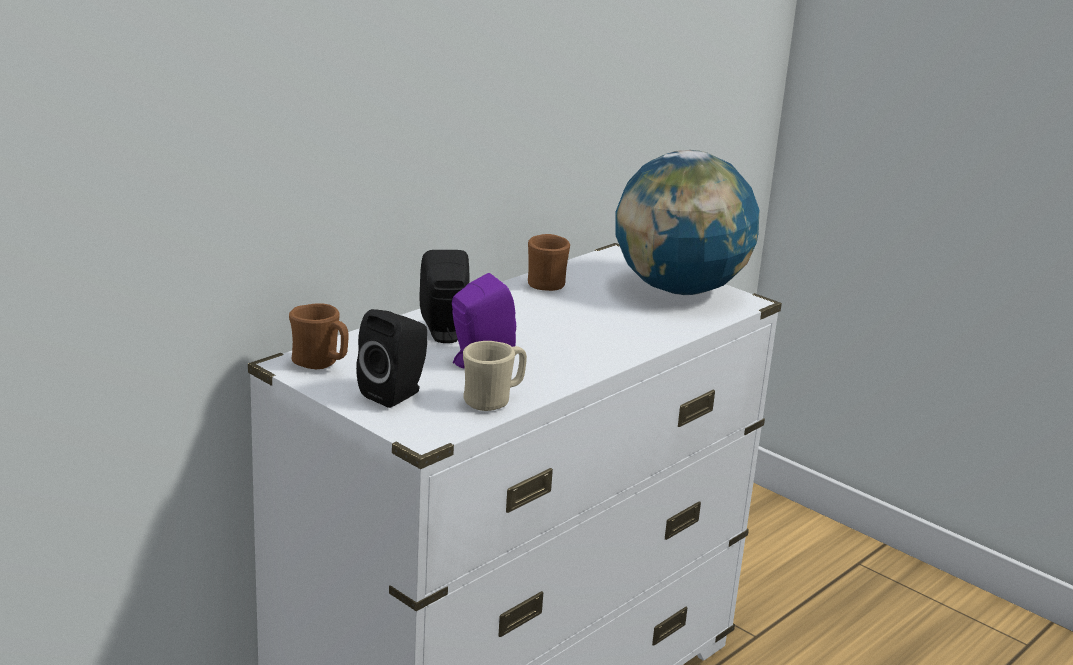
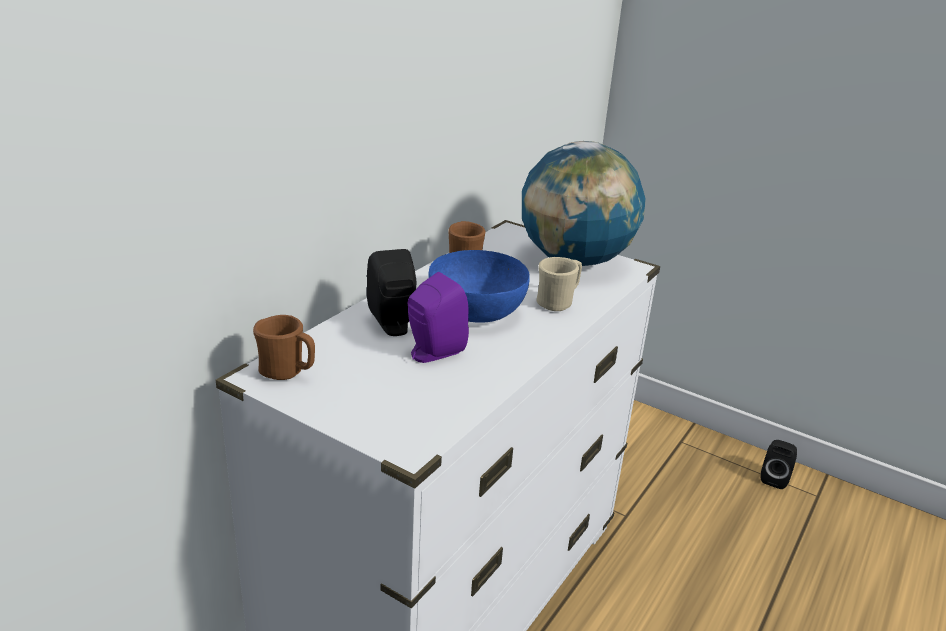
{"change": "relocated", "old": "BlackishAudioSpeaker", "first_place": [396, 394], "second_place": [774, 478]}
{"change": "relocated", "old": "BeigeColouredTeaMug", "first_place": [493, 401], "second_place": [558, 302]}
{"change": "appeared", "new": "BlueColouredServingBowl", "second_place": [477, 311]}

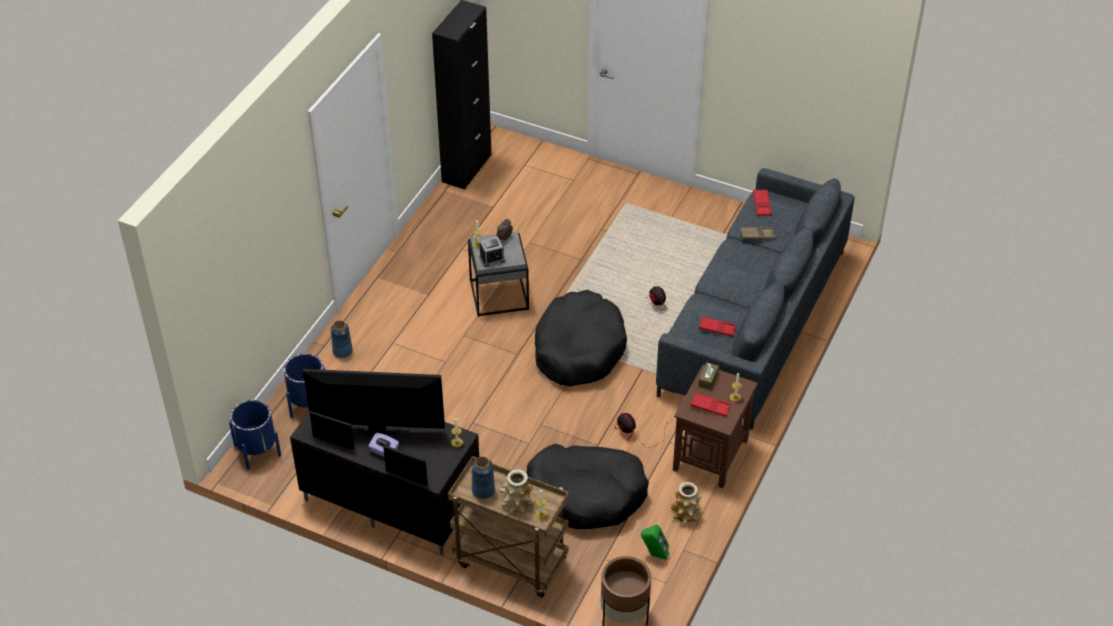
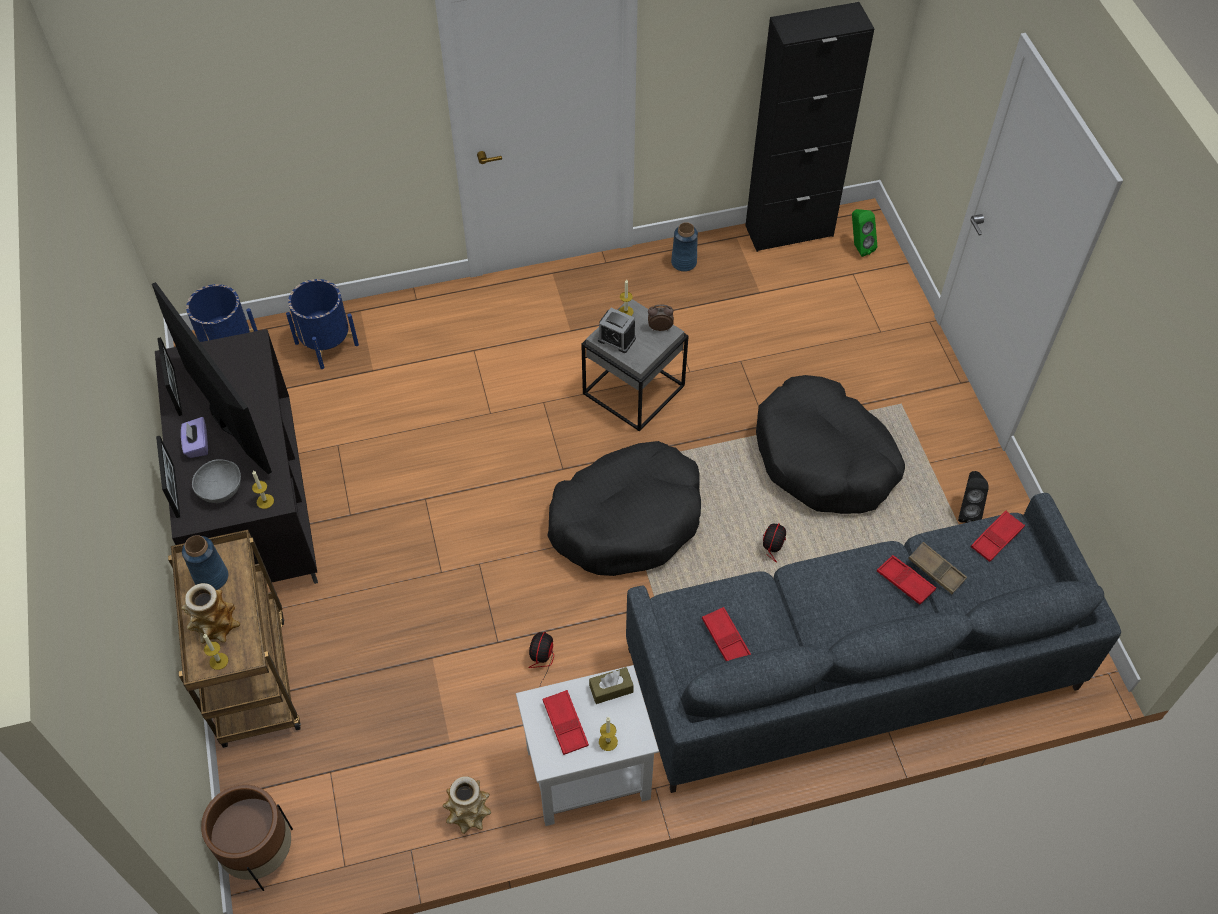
{"change": "relocated", "old": "BlueColouredFlowerVase", "first_place": [342, 351], "second_place": [684, 262]}
{"change": "relocated", "old": "BlackishDogCushion", "first_place": [586, 494], "second_place": [824, 458]}
{"change": "relocated", "old": "GreenColouredAudioSpeaker", "first_place": [654, 554], "second_place": [858, 247]}
{"change": "colour", "old": "BrownAccentTable", "new": "WhiteAccentTable", "first_place": [710, 455], "second_place": [586, 774]}
{"change": "appeared", "new": "GreyServingBowl", "second_place": [221, 489]}
{"change": "appeared", "new": "ReddishServingTray", "second_place": [905, 582]}
{"change": "appeared", "new": "BlackishAudioSpeaker", "second_place": [966, 510]}

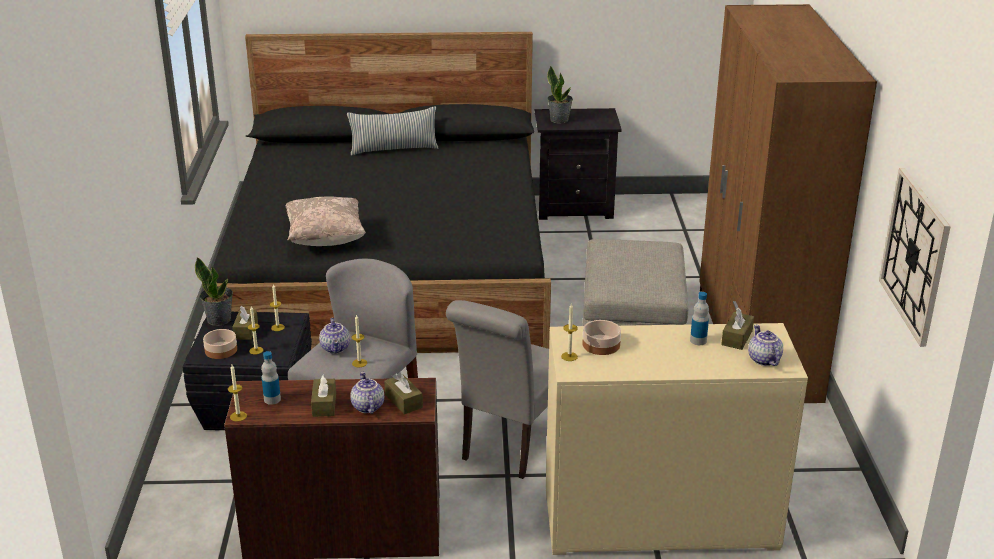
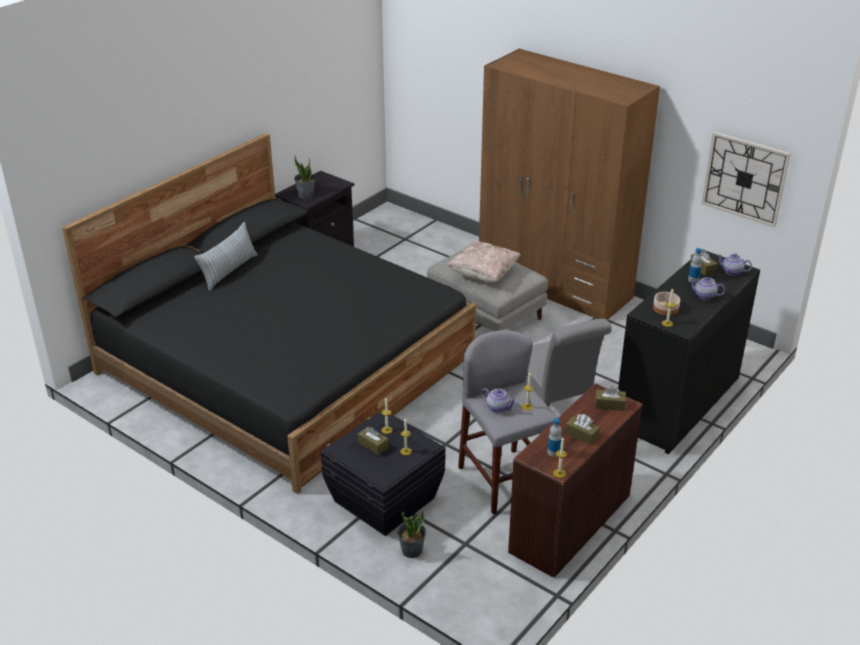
{"change": "relocated", "old": "Houseplant", "first_place": [219, 319], "second_place": [411, 550]}
{"change": "missing", "old": "ServingBowl", "first_place": [221, 350]}
{"change": "relocated", "old": "BeigeColouredPillow", "first_place": [325, 239], "second_place": [483, 274]}
{"change": "relocated", "old": "PotForTea", "first_place": [367, 407], "second_place": [704, 296]}
{"change": "colour", "old": "BeigeColouredDresser", "new": "BlackishDresser", "first_place": [660, 522], "second_place": [677, 404]}

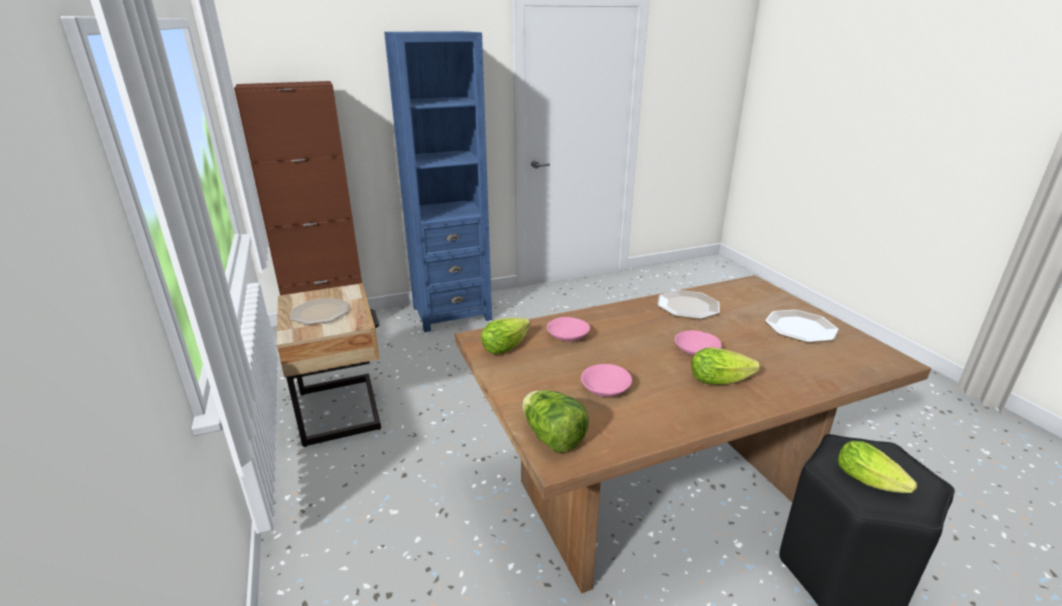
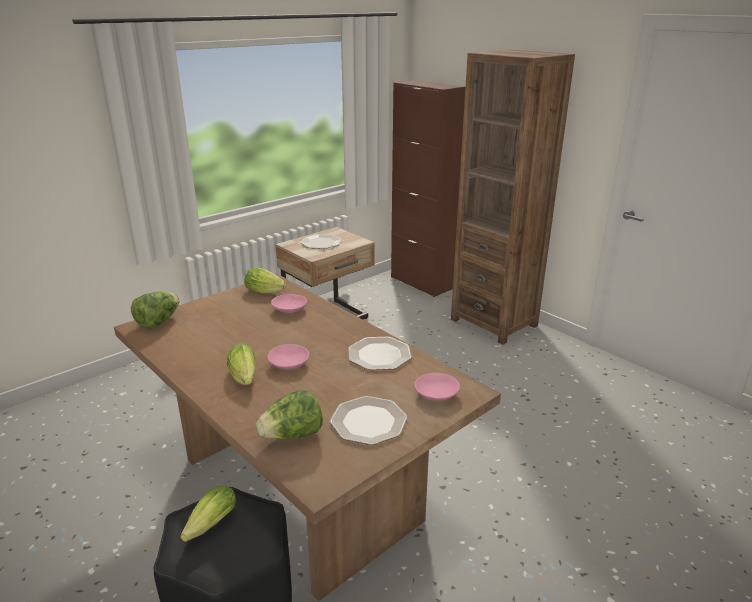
{"change": "colour", "old": "BlueColouredBookshelf", "new": "BrownBookshelf", "first_place": [451, 313], "second_place": [494, 322]}
{"change": "relocated", "old": "PinkColouredServingBowl", "first_place": [605, 389], "second_place": [435, 394]}
{"change": "appeared", "new": "HeadOfLettuce", "second_place": [292, 435]}

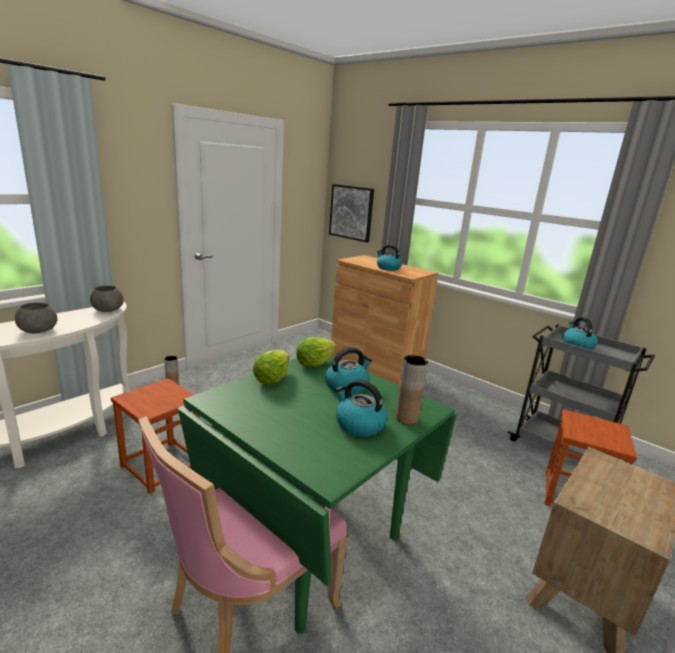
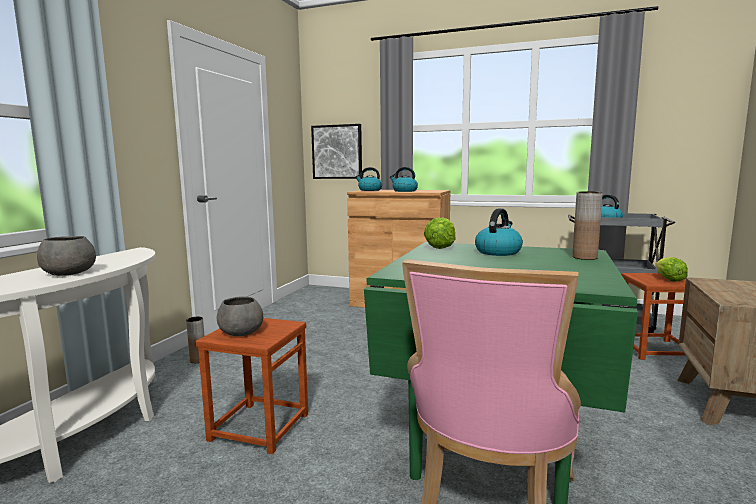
{"change": "relocated", "old": "GreyServingBowl", "first_place": [108, 309], "second_place": [241, 332]}
{"change": "relocated", "old": "HeadOfLettuce", "first_place": [271, 379], "second_place": [669, 279]}
{"change": "relocated", "old": "WaterKettle", "first_place": [359, 424], "second_place": [369, 190]}

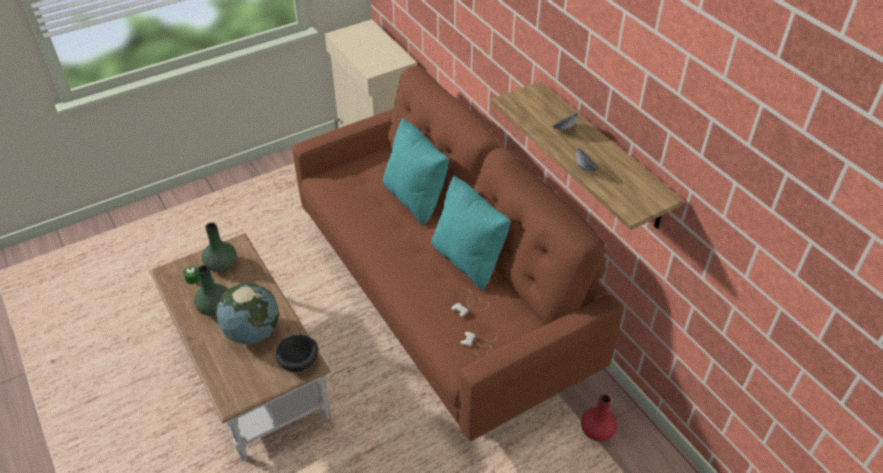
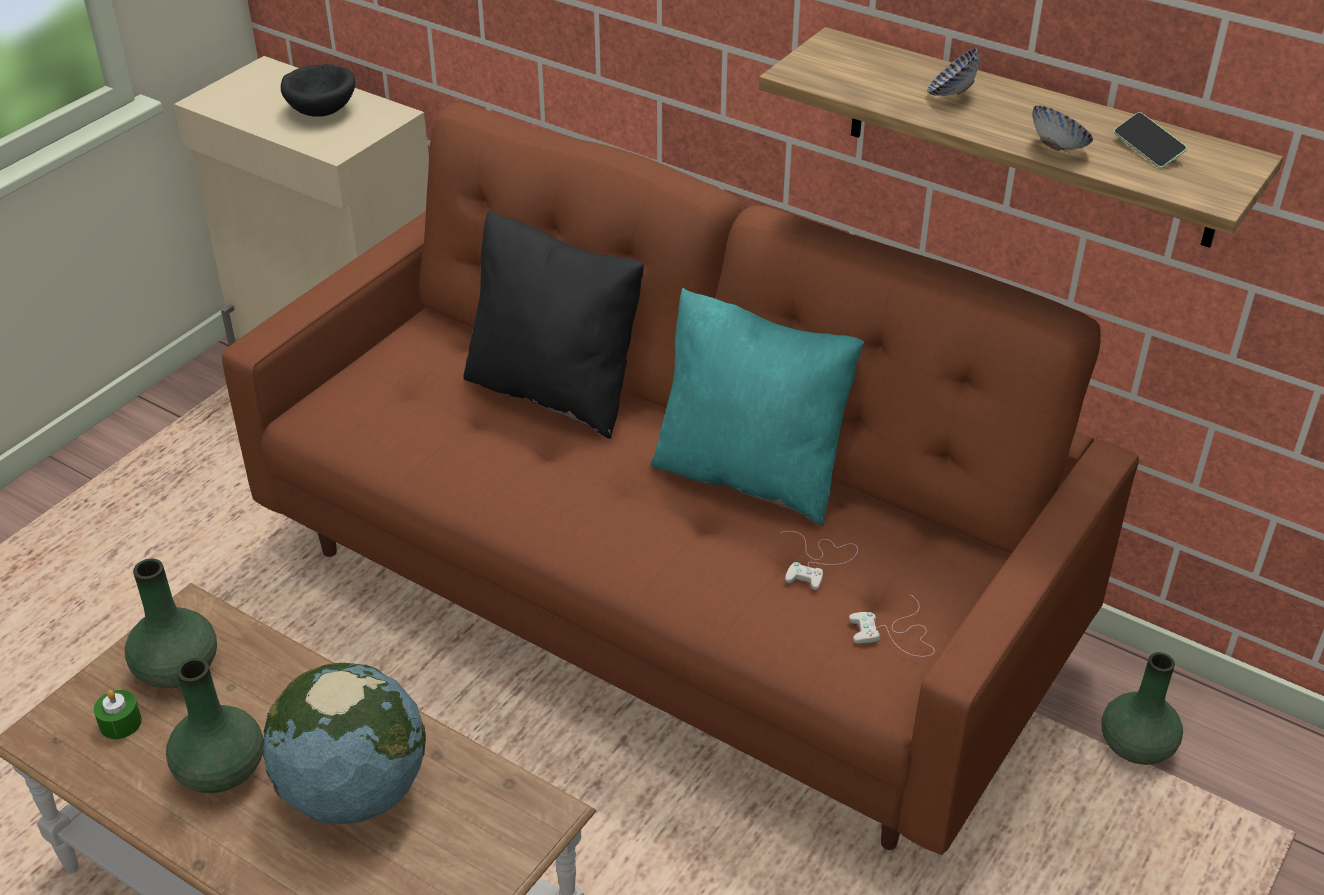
{"change": "relocated", "old": "BlackishServingBowl", "first_place": [300, 361], "second_place": [323, 110]}
{"change": "colour", "old": "TurquoiseColouredPillow", "new": "BlackishPillow", "first_place": [415, 198], "second_place": [555, 391]}
{"change": "colour", "old": "ReddishFlowerVase", "new": "GreenColouredFlowerVase", "first_place": [597, 431], "second_place": [1137, 747]}
{"change": "appeared", "new": "Phone", "second_place": [1147, 149]}

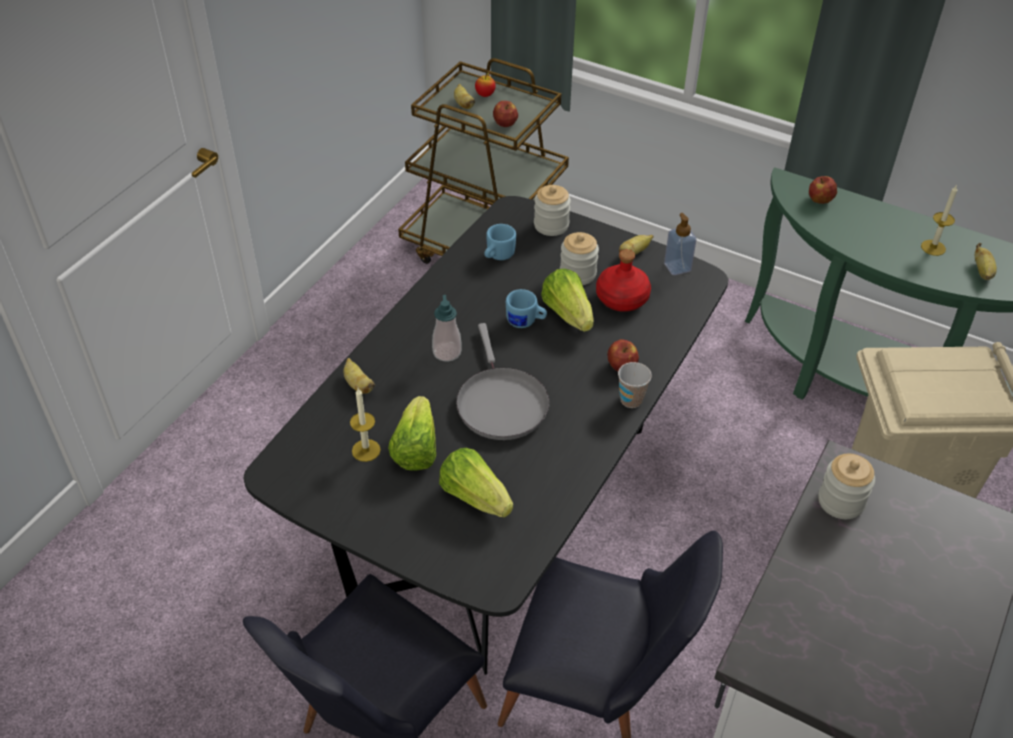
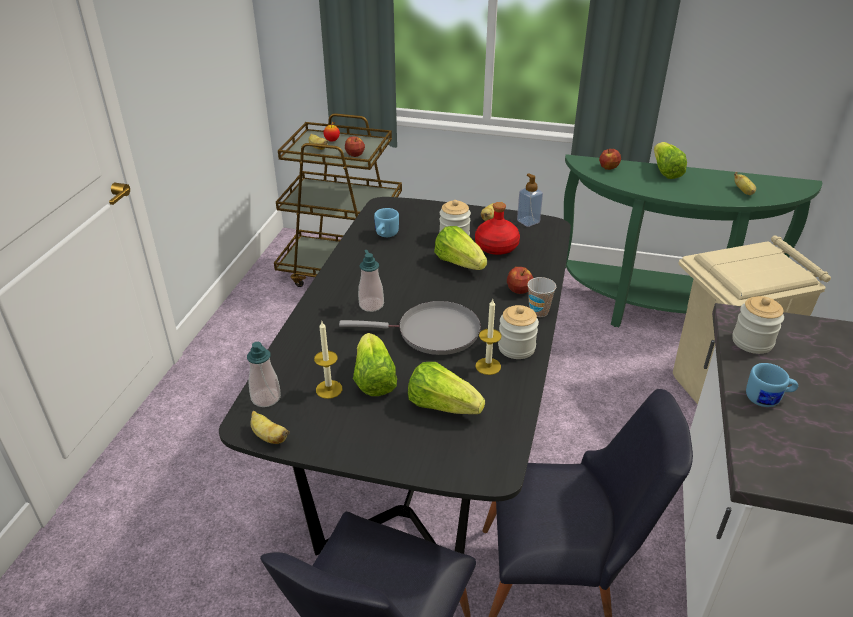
{"change": "relocated", "old": "WholeBanana", "first_place": [358, 385], "second_place": [268, 437]}
{"change": "spun", "old": "GreySkillet", "first_place": [500, 403], "second_place": [432, 332], "degrees": -60}
{"change": "relocated", "old": "BlueColouredTeaMug", "first_place": [525, 322], "second_place": [767, 399]}
{"change": "relocated", "old": "Jar", "first_place": [551, 225], "second_place": [516, 348]}
{"change": "relocated", "old": "Candle", "first_place": [933, 247], "second_place": [488, 366]}
{"change": "appeared", "new": "SoapBottle", "second_place": [266, 398]}
{"change": "appeared", "new": "HeadOfLettuce", "second_place": [665, 172]}

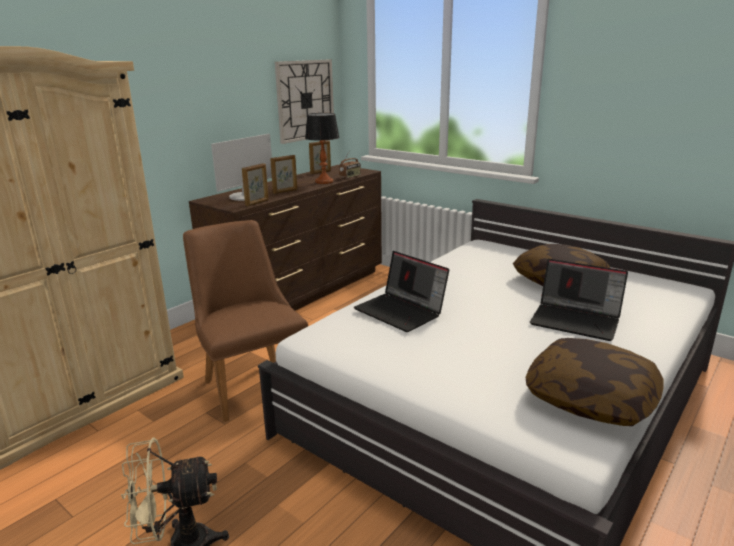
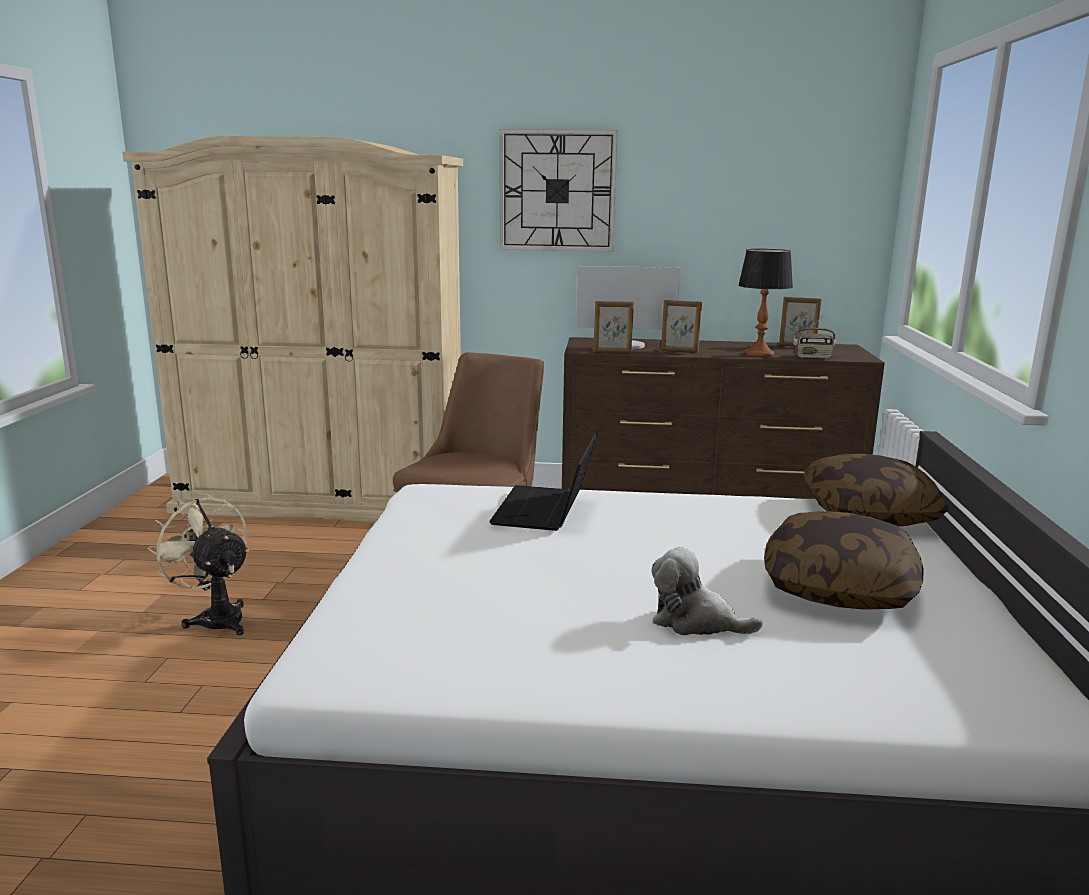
{"change": "relocated", "old": "WallClock", "first_place": [305, 100], "second_place": [557, 191]}
{"change": "relocated", "old": "Pillow", "first_place": [590, 398], "second_place": [869, 513]}
{"change": "exchanged", "old": "Laptop", "new": "SoftToy", "first_place": [576, 320], "second_place": [696, 622]}

